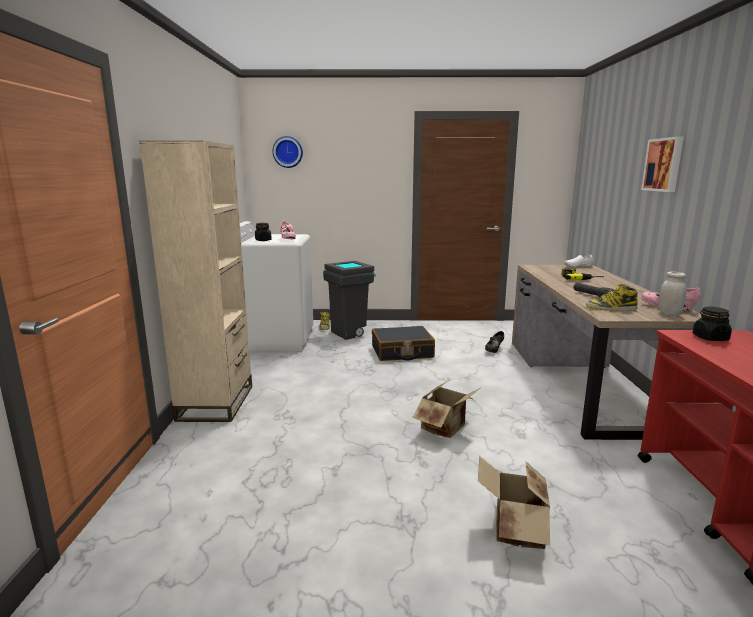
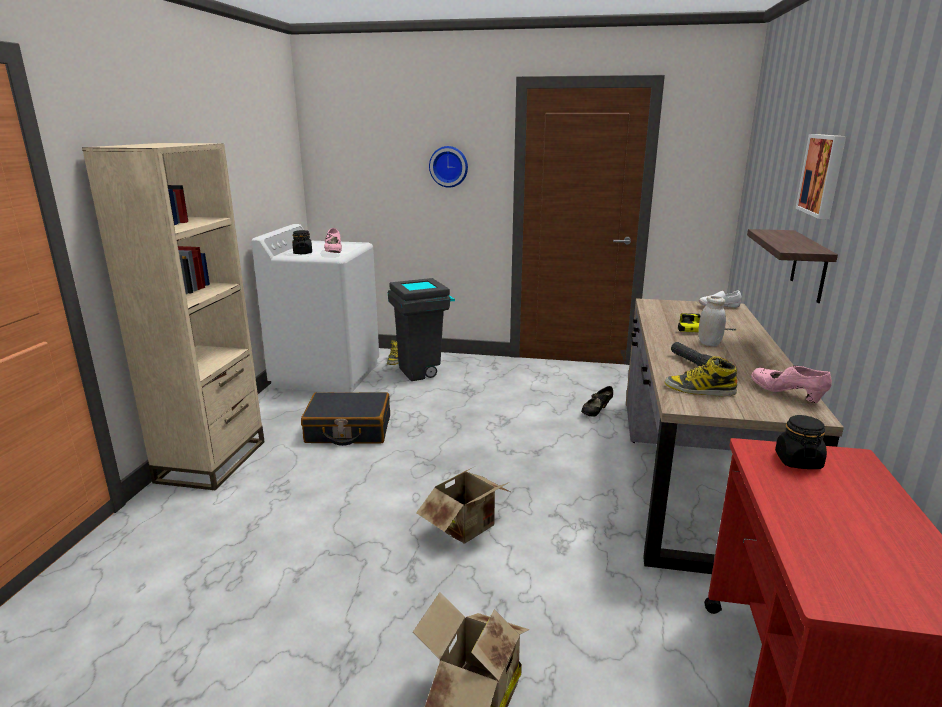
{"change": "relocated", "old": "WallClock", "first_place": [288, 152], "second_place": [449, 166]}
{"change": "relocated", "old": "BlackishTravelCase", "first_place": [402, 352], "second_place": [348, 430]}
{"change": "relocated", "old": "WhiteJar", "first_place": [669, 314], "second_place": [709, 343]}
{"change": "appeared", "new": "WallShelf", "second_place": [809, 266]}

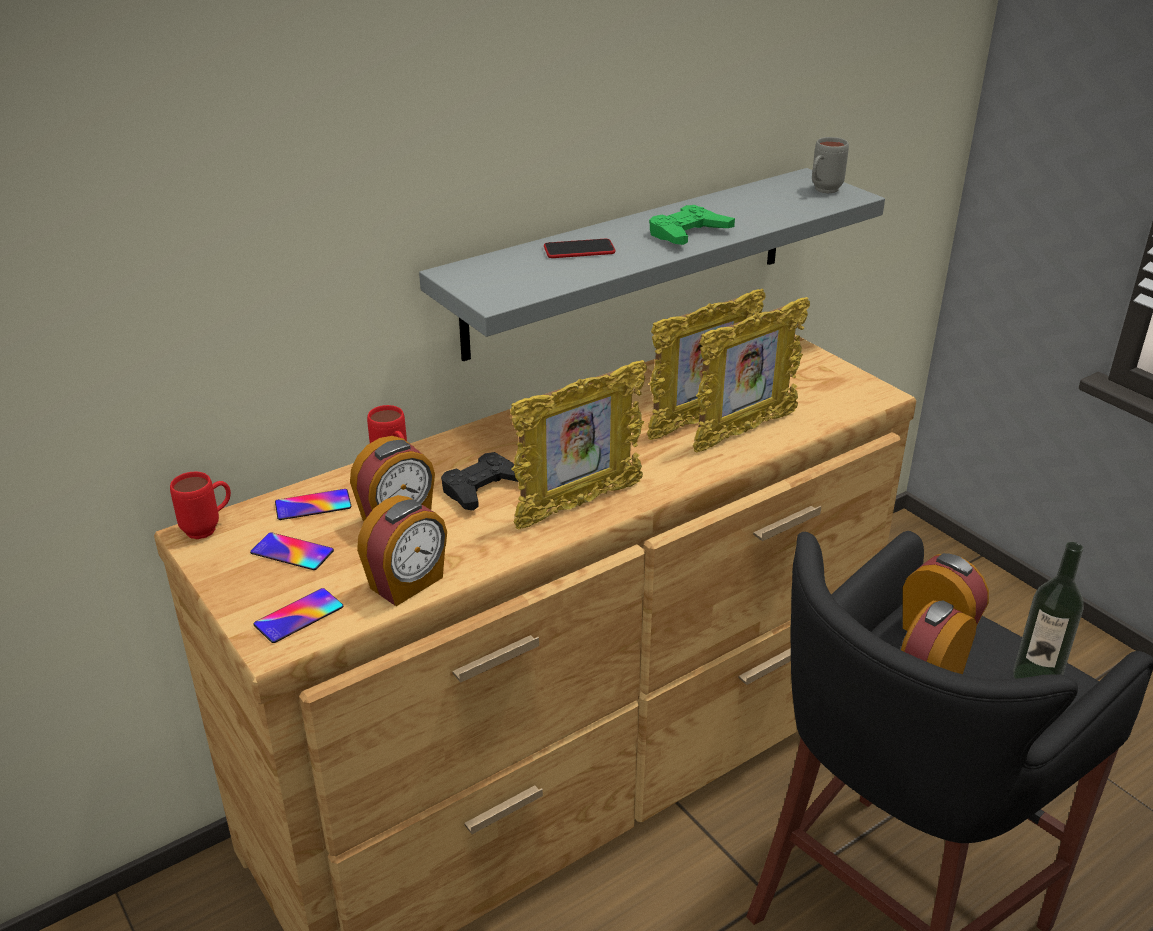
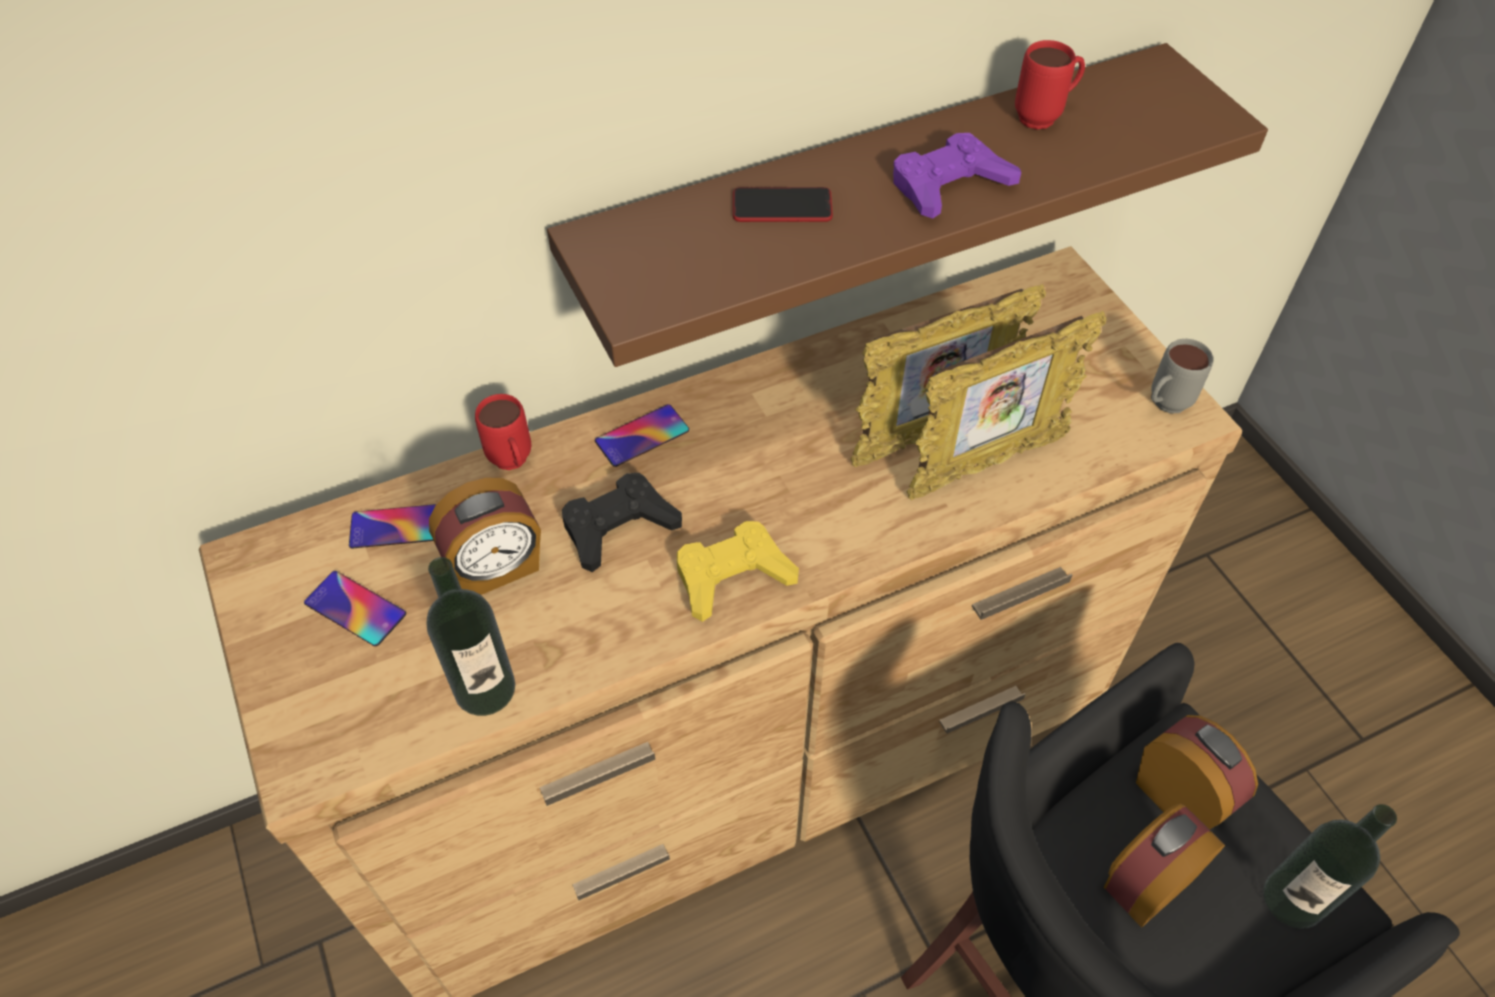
{"change": "relocated", "old": "ReddishTeaMug", "first_place": [209, 528], "second_place": [1045, 117]}
{"change": "relocated", "old": "Phone", "first_place": [299, 616], "second_place": [642, 436]}
{"change": "exchanged", "old": "AlarmClock", "new": "Bottle", "first_place": [408, 584], "second_place": [485, 689]}
{"change": "colour", "old": "GreyWallShelf", "new": "BrownWallShelf", "first_place": [630, 261], "second_place": [873, 187]}
{"change": "exchanged", "old": "StandingFrame", "new": "YellowGameController", "first_place": [578, 505], "second_place": [732, 575]}
{"change": "colour", "old": "GreenColouredGameController", "new": "PurplishGameController", "first_place": [688, 233], "second_place": [949, 184]}
{"change": "relocated", "old": "GreyTeaMug", "first_place": [822, 191], "second_place": [1163, 406]}

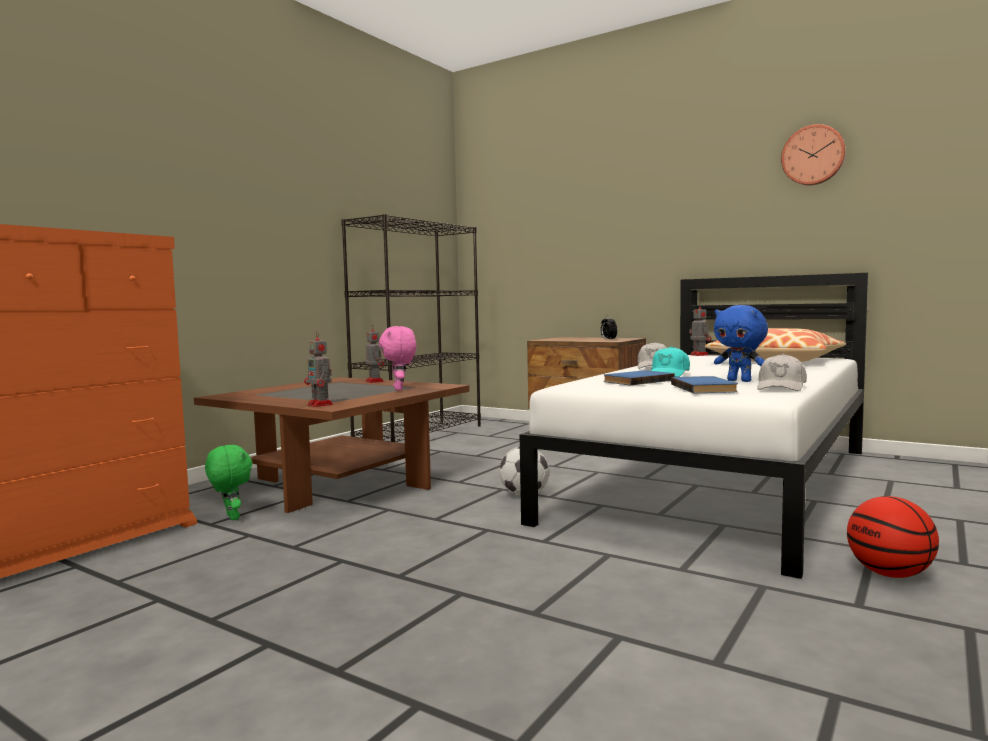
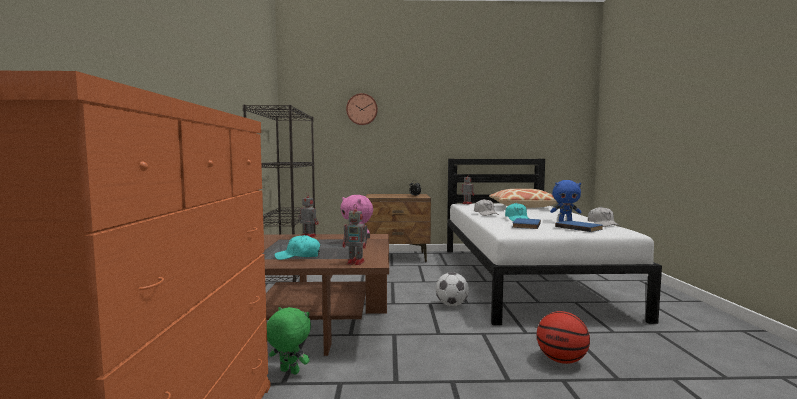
{"change": "relocated", "old": "WallClock", "first_place": [813, 155], "second_place": [362, 109]}
{"change": "relocated", "old": "Basketball", "first_place": [890, 574], "second_place": [561, 360]}
{"change": "appeared", "new": "TurquoiseColouredBaseballCap", "second_place": [298, 256]}

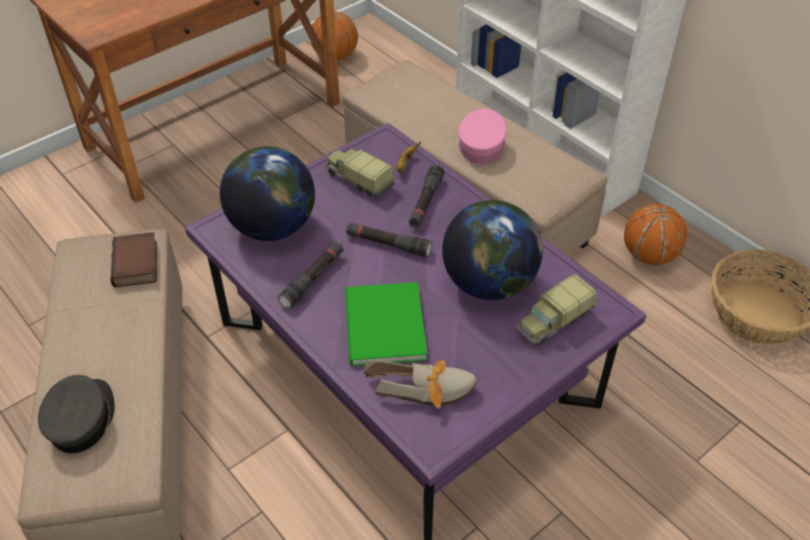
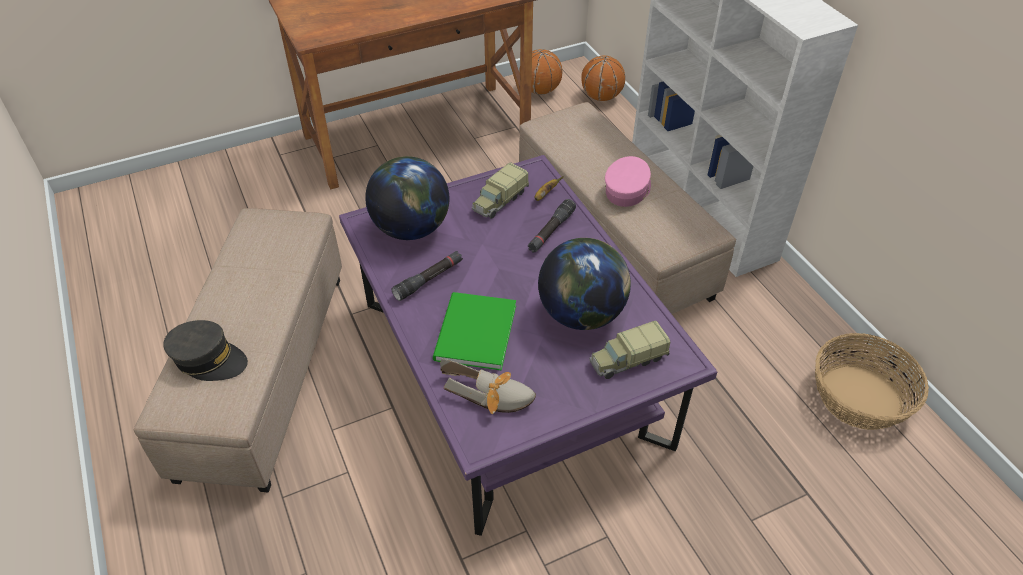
{"change": "spun", "old": "GreyBaseballCap", "first_place": [82, 419], "second_place": [208, 359], "degrees": 90}
{"change": "missing", "old": "BoundBook", "first_place": [137, 265]}
{"change": "spun", "old": "ToyTruck", "first_place": [358, 180], "second_place": [499, 201], "degrees": -105}
{"change": "missing", "old": "BlackishFlashlight", "first_place": [388, 244]}
{"change": "relocated", "old": "Basketball", "first_place": [649, 255], "second_place": [601, 97]}

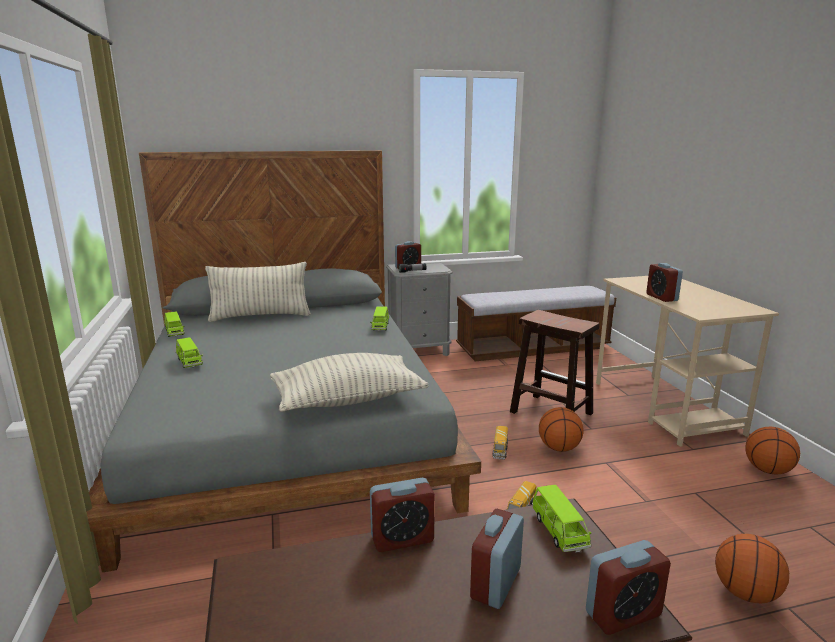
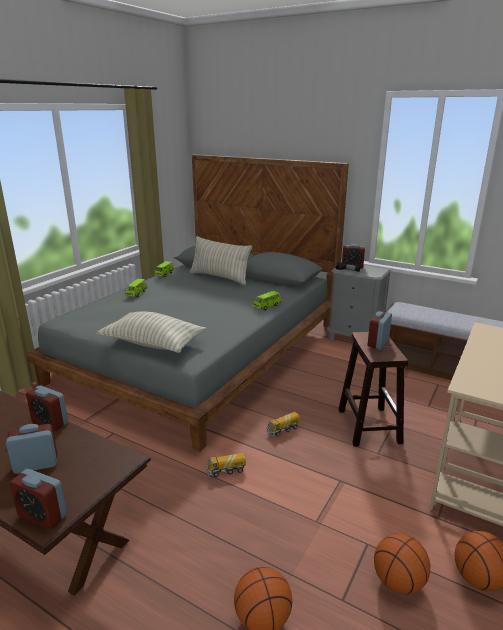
{"change": "missing", "old": "GreenColouredToyCar", "first_place": [559, 531]}
{"change": "relocated", "old": "Basketball", "first_place": [559, 448], "second_place": [398, 582]}
{"change": "relocated", "old": "AlarmClock", "first_place": [661, 297], "second_place": [378, 343]}

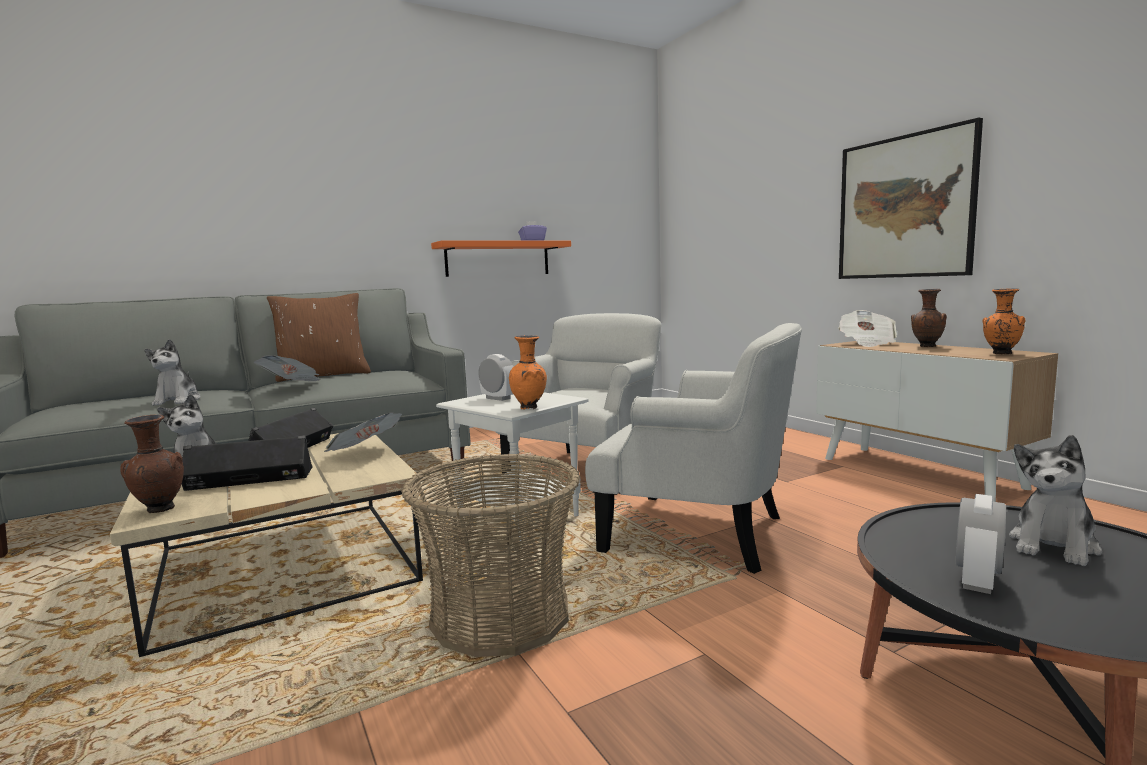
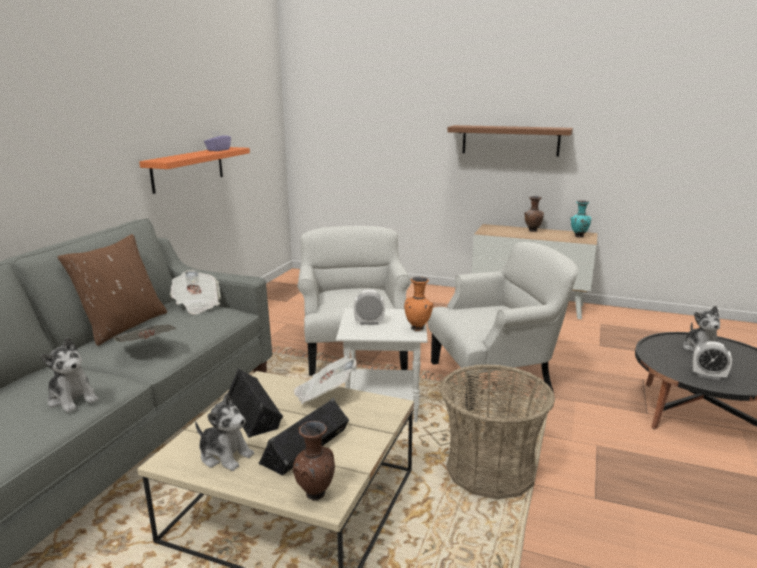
{"change": "relocated", "old": "PrintedPaper", "first_place": [867, 343], "second_place": [197, 305]}
{"change": "exchanged", "old": "WallPicture", "new": "BrownWallShelf", "first_place": [904, 207], "second_place": [510, 140]}
{"change": "spun", "old": "AlarmClock", "first_place": [977, 581], "second_place": [708, 376], "degrees": 120}
{"change": "colour", "old": "OrangeFlowerVase", "new": "TurquoiseColouredFlowerVase", "first_place": [1000, 354], "second_place": [578, 236]}

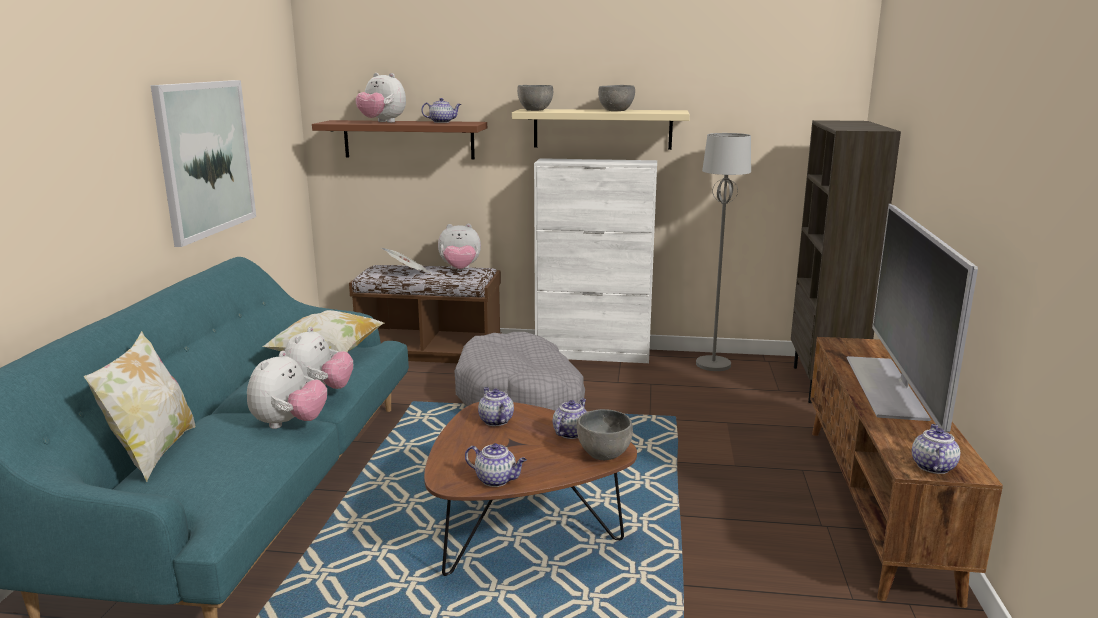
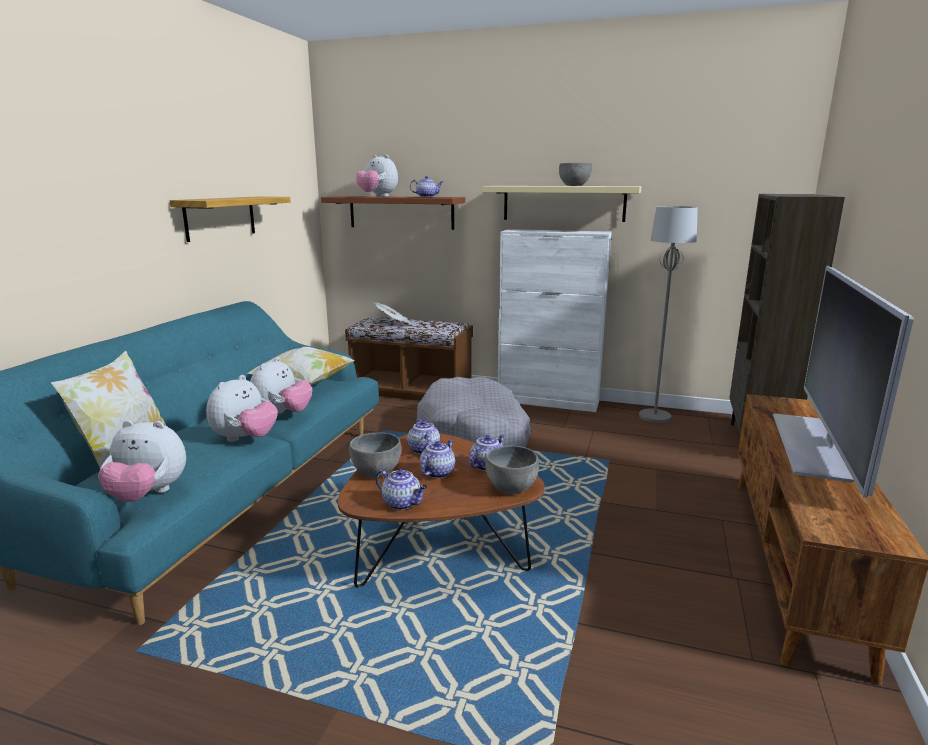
{"change": "exchanged", "old": "WallPicture", "new": "WallShelf", "first_place": [206, 158], "second_place": [220, 217]}
{"change": "relocated", "old": "SoftToy", "first_place": [460, 269], "second_place": [148, 495]}
{"change": "relocated", "old": "GreyServingBowl", "first_place": [535, 110], "second_place": [376, 473]}
{"change": "relocated", "old": "PotForTea", "first_place": [932, 466], "second_place": [437, 472]}

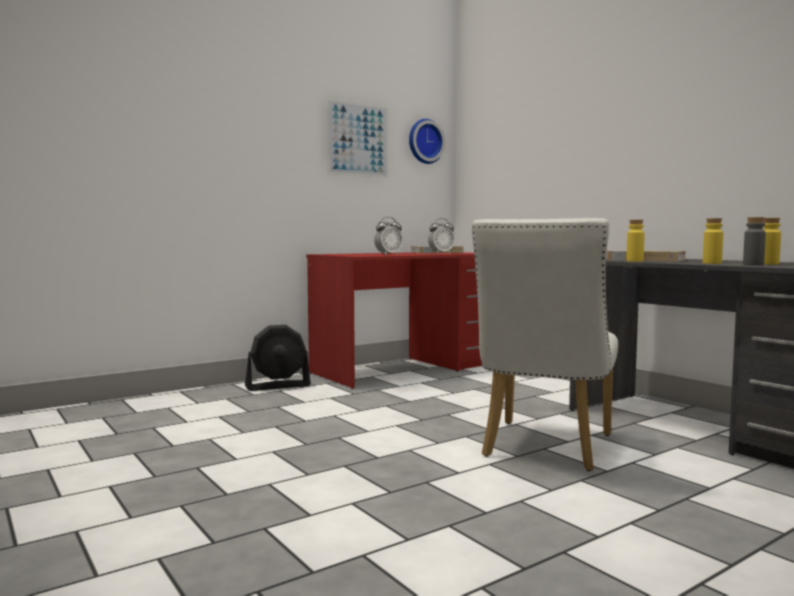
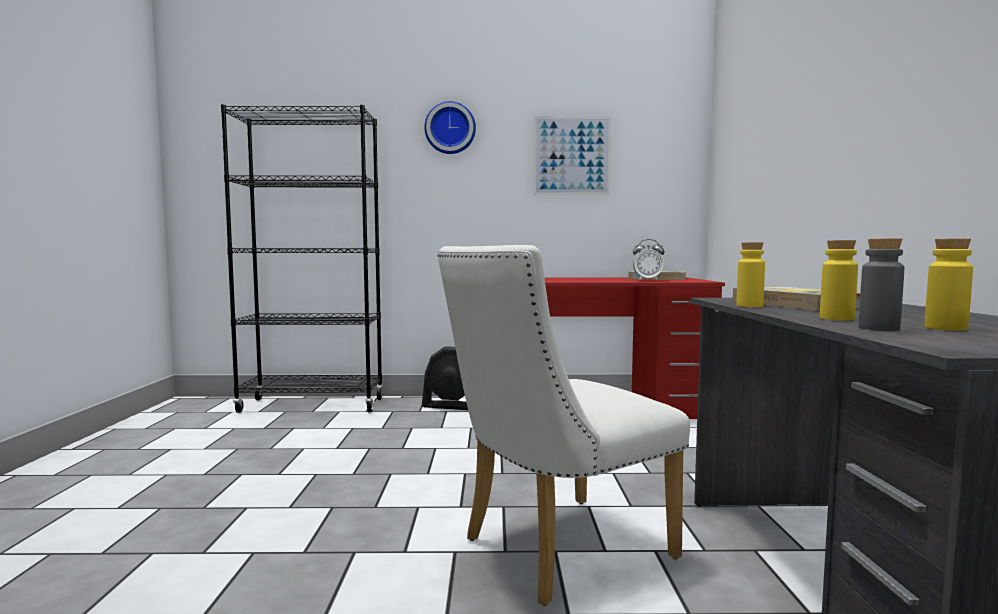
{"change": "missing", "old": "AlarmClock", "first_place": [388, 255]}
{"change": "relocated", "old": "WallClock", "first_place": [424, 141], "second_place": [450, 128]}
{"change": "appeared", "new": "BlackishBookshelf", "second_place": [312, 406]}

